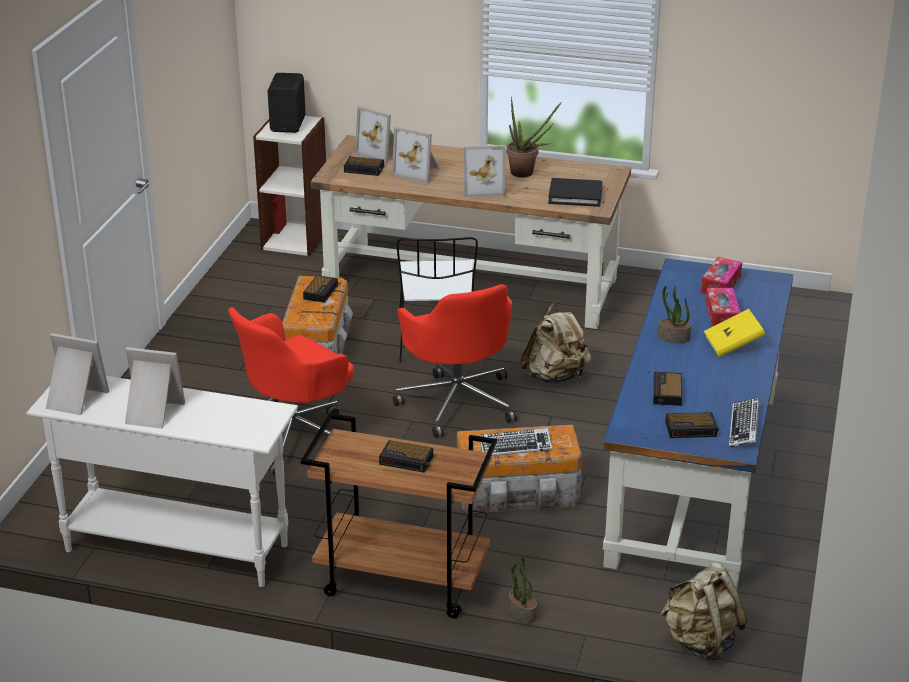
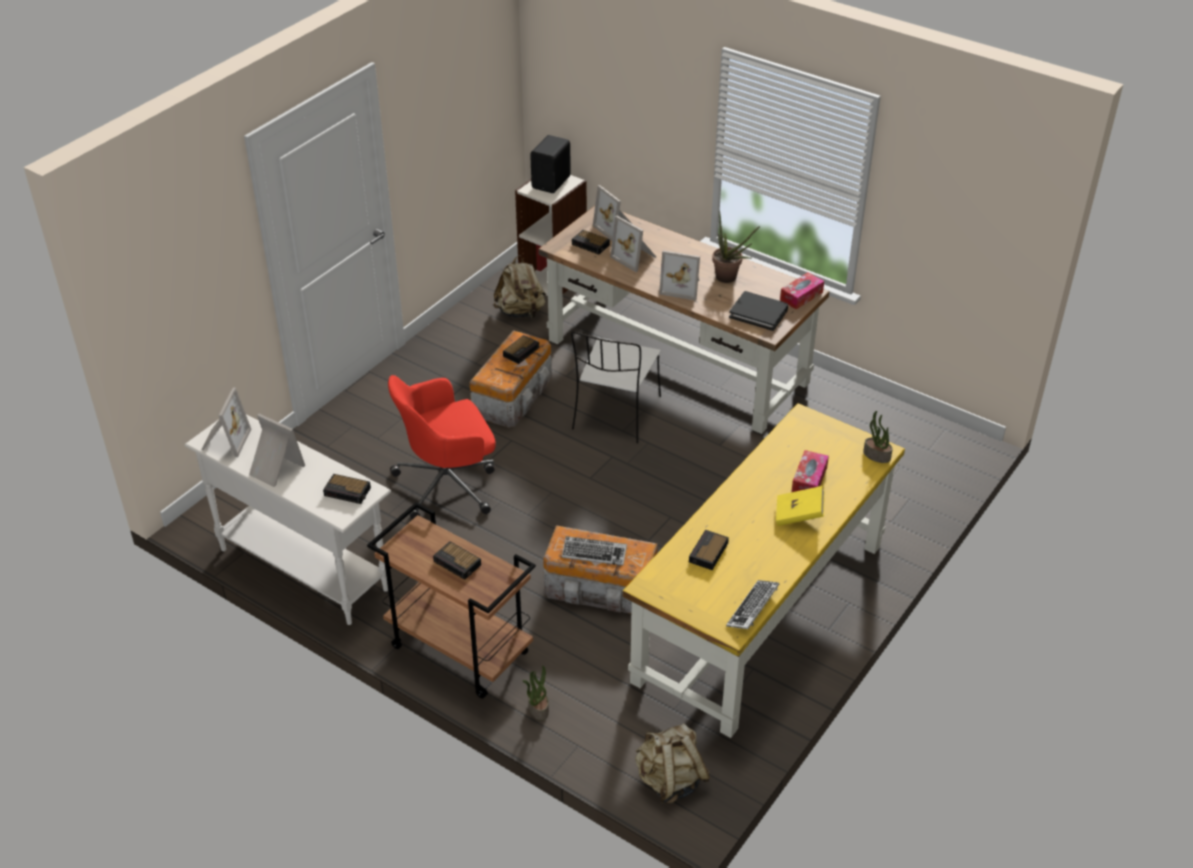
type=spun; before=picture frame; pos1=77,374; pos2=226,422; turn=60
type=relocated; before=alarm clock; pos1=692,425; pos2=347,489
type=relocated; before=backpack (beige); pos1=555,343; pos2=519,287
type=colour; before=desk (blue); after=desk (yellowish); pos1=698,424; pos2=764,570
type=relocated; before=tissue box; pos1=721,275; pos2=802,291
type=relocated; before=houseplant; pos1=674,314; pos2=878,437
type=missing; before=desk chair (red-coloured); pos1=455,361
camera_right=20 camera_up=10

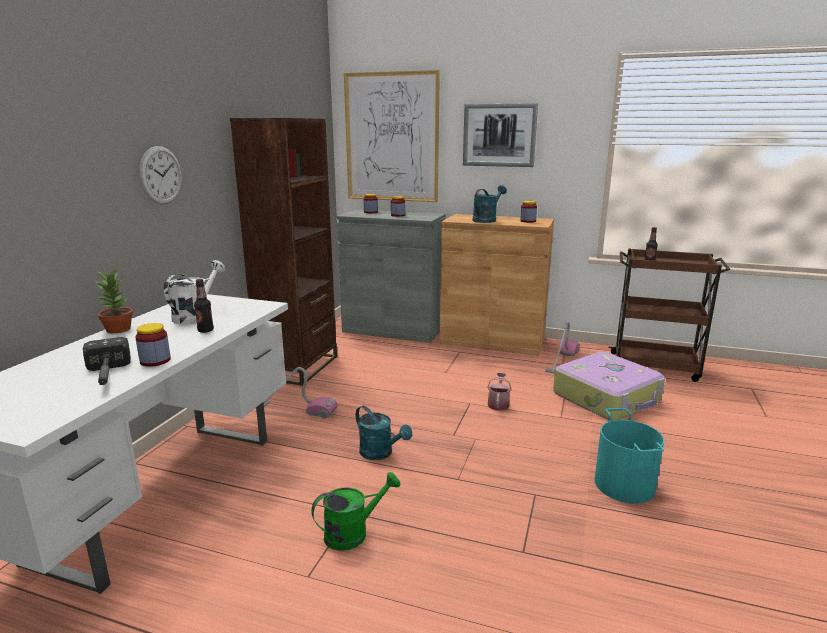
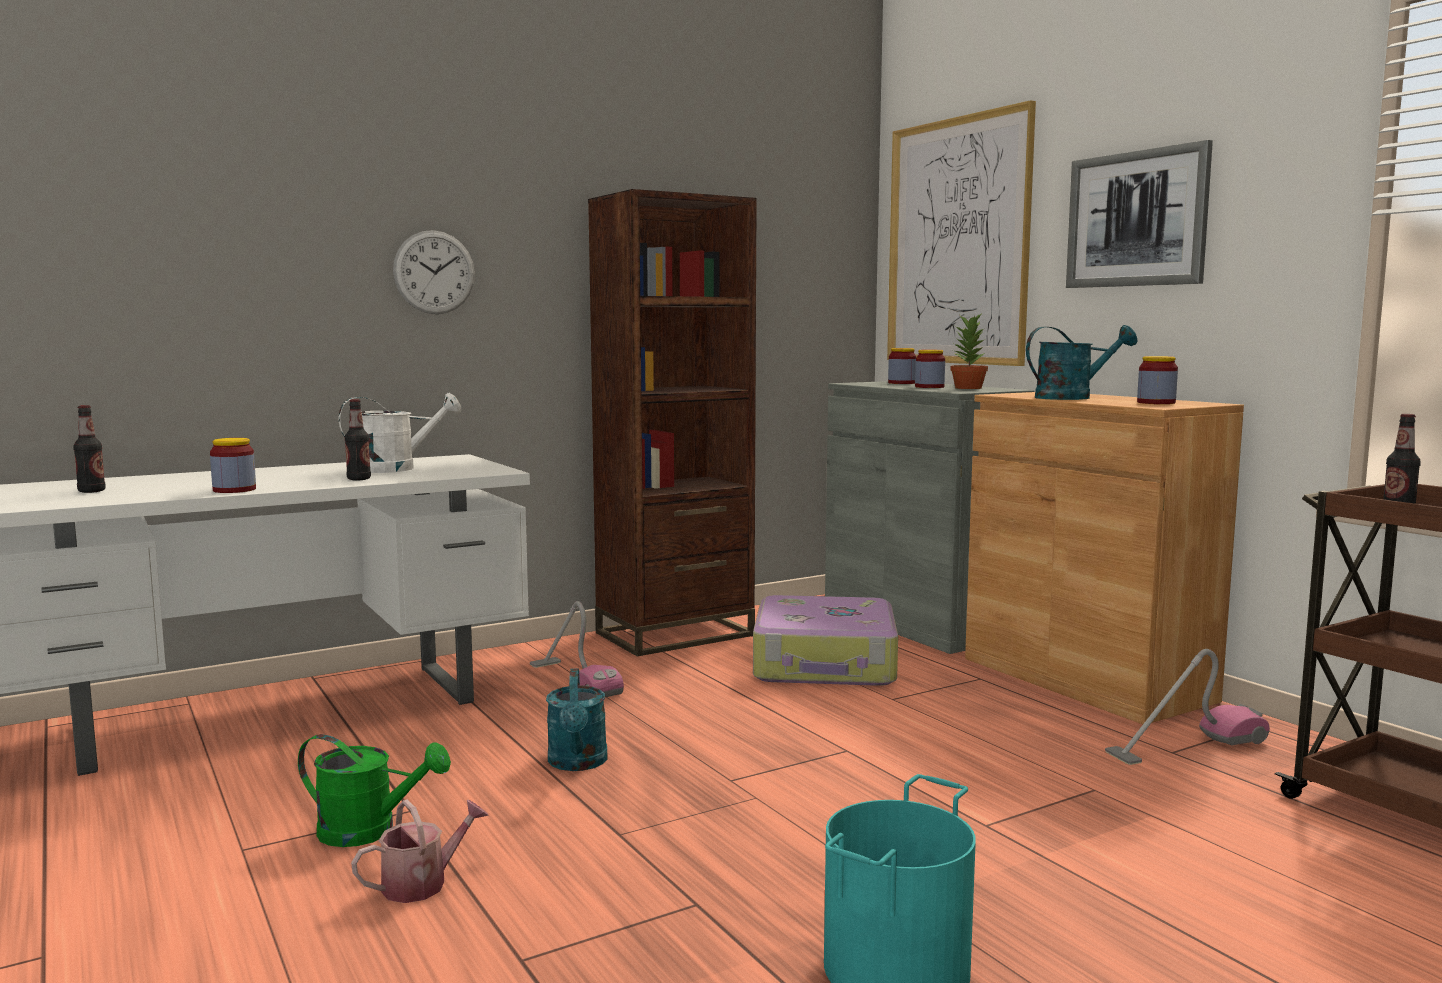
type=appeared; after=beverage bottle; pos2=89,449
type=relocated; before=watering can; pos1=499,392; pos2=420,851
type=relocated; before=piece of luggage; pos1=609,386; pos2=825,640
type=relocated; before=houseplant; pos1=113,299; pos2=969,350
type=missing; before=hammer; pos1=107,361
camera_right=40 camera_up=-10

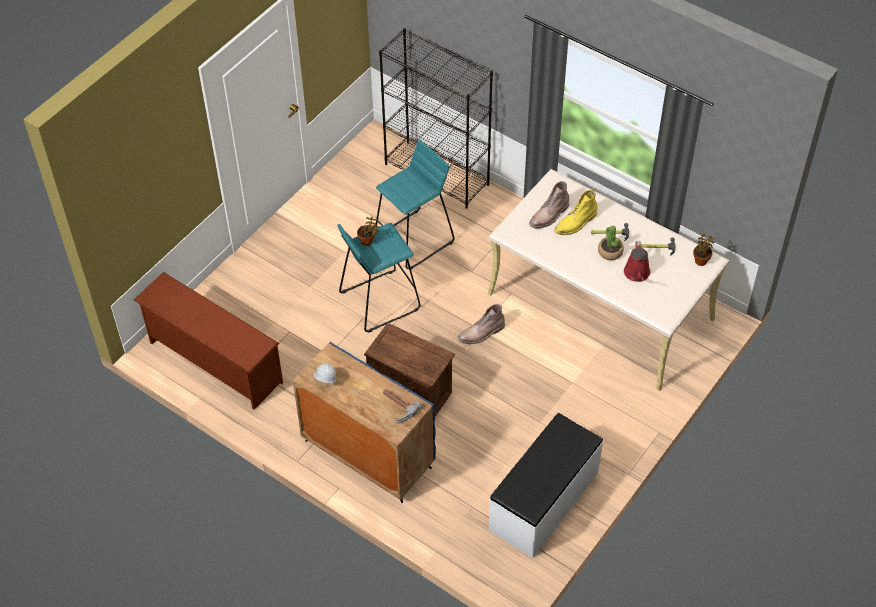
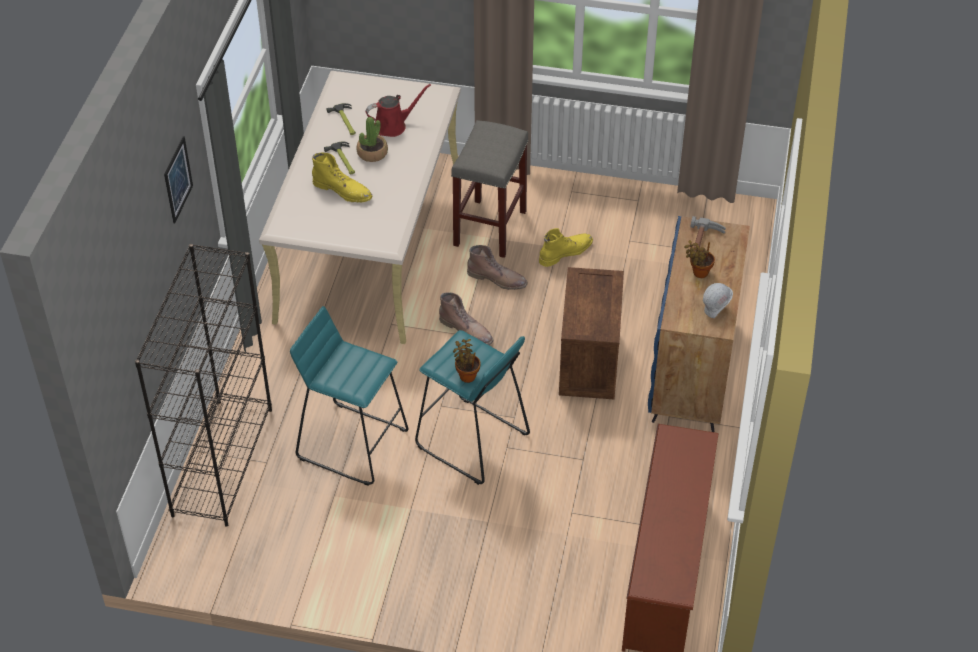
type=appeared; after=wall art; pos2=178,179
type=appeared; after=stool seat (greyish); pos2=490,189
type=relocated; before=high-top boot (brownish); pos1=549,204; pos2=497,267
type=appeared; after=high-top boot (yellowish); pos2=566,247
type=relocated; before=houseplant; pos1=704,249; pos2=699,259
type=missing; before=long seat (white-coloured); pos1=546,485
camera_right=-115 camera_up=-5

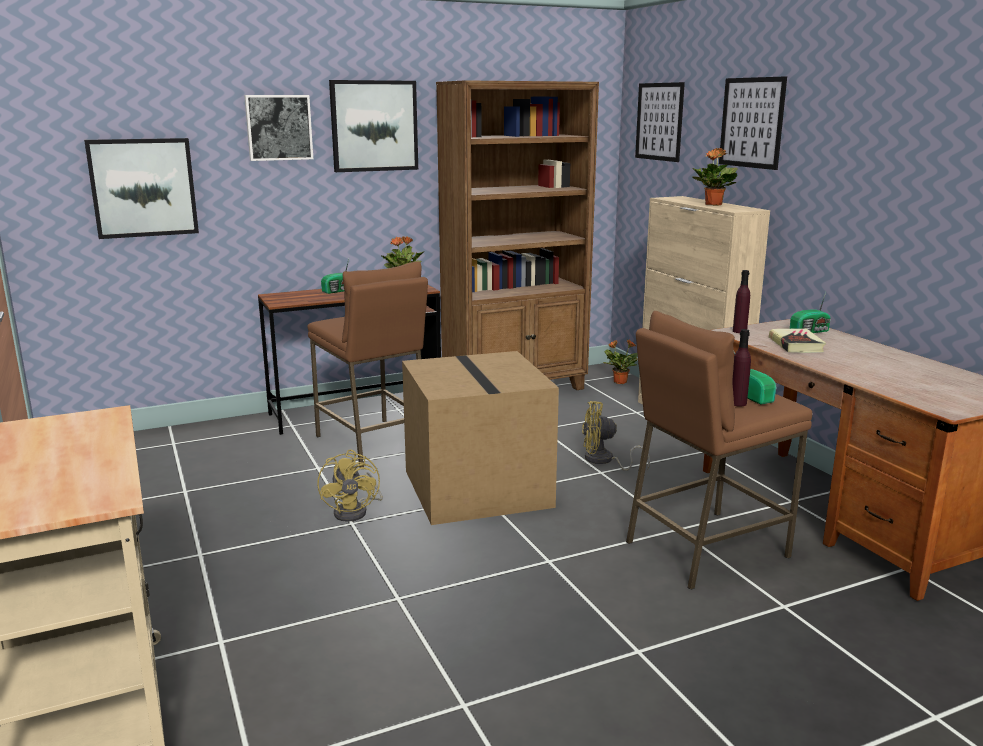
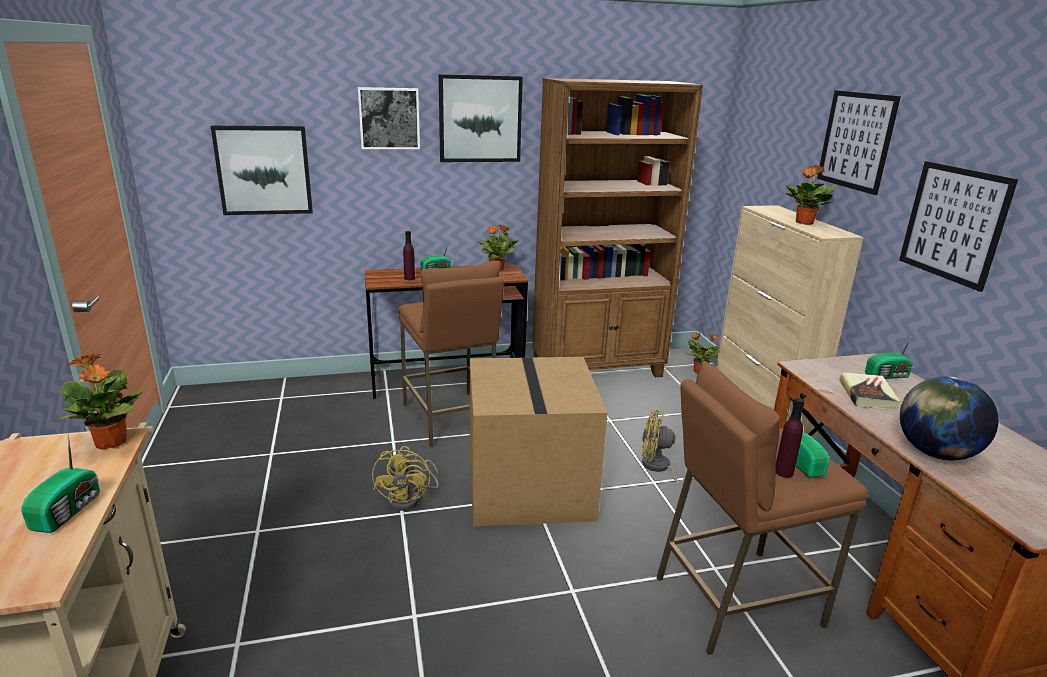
type=appeared; after=radio; pos2=60,483
type=appeared; after=houseplant; pos2=103,401
type=relocated; before=beverage bottle (purple); pos1=741,301; pos2=409,255
type=relocated; before=wall art; pos1=660,122; pos2=958,226
type=appeared; after=desk globe; pos2=949,418
camera_right=10 camera_up=5

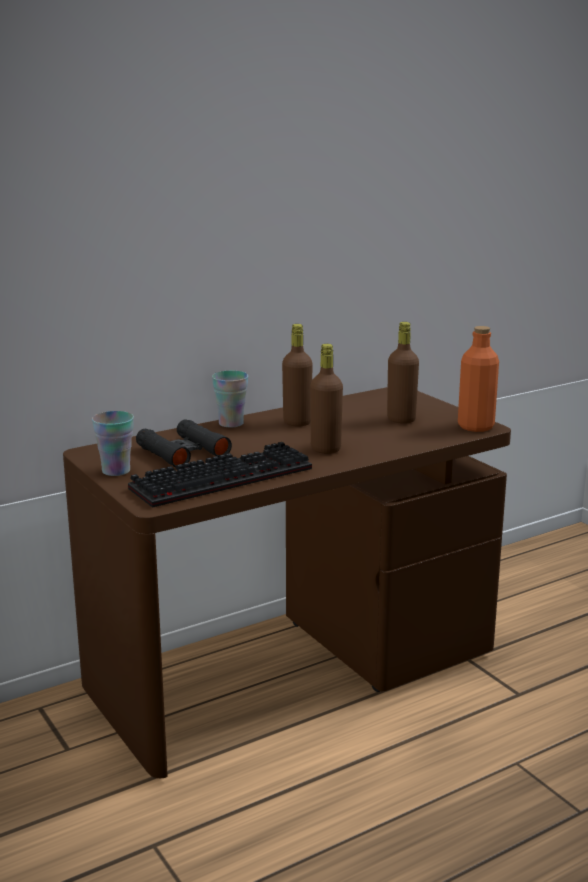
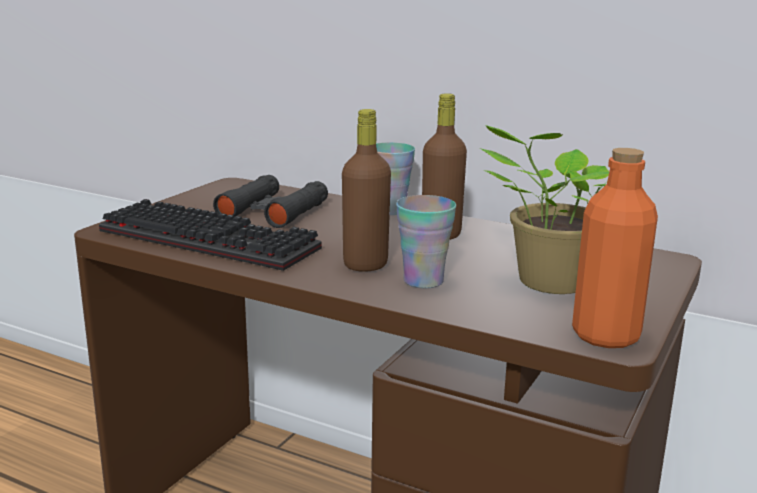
type=relocated; before=drinking cup; pos1=113,443; pos2=426,242
type=exchanged; before=beverage bottle (brownish); after=houseplant; pos1=403,373; pos2=544,209
camera_right=60 camera_up=0

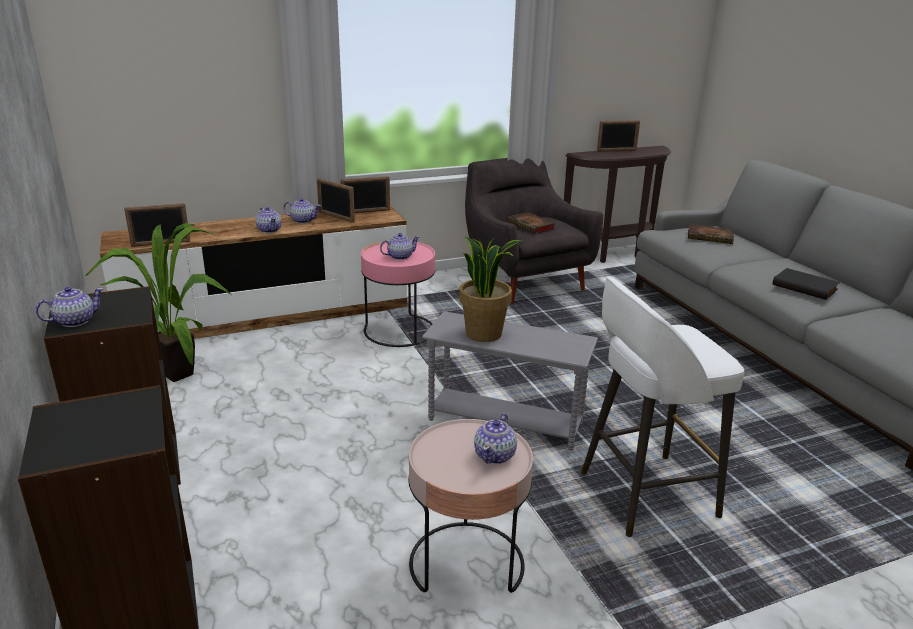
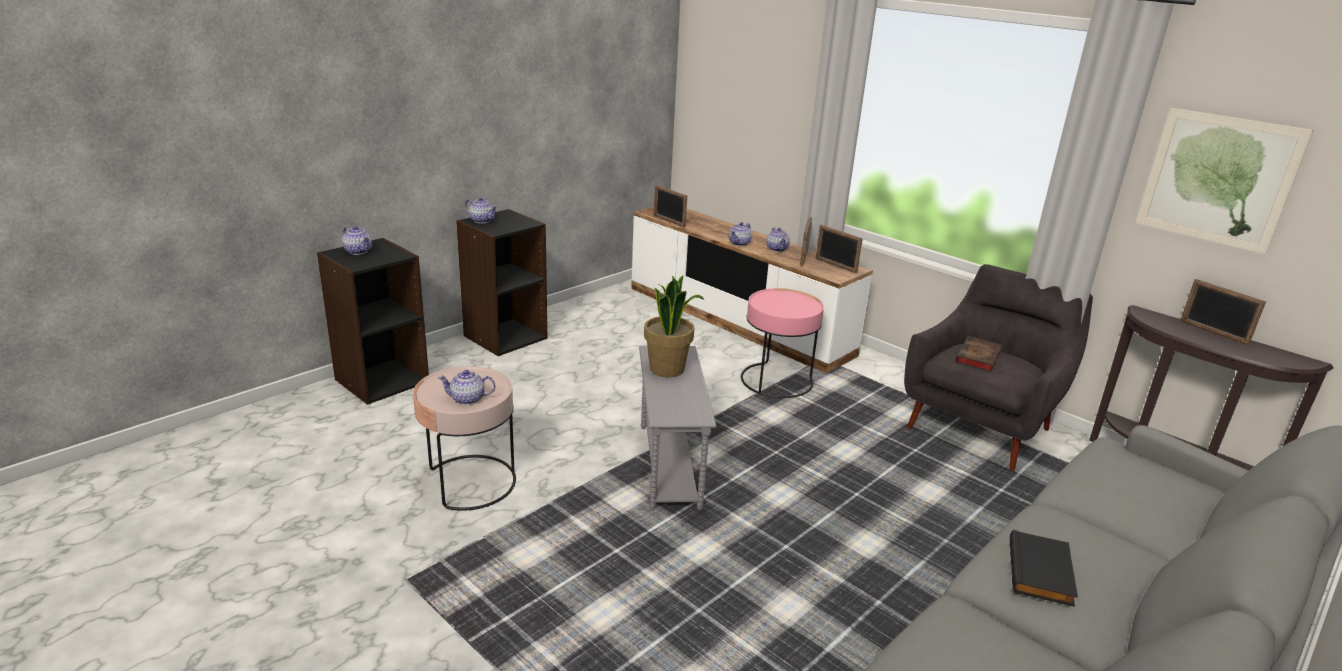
type=relocated; before=pot for tea; pos1=400,246; pos2=357,240
type=appeared; after=wall art; pos2=1224,181
type=missing; before=houseplant; pos1=158,302
type=missing; before=stool seat (white-coloured); pos1=662,406
type=missing; before=bound book; pos1=711,234
camera_right=65 camera_up=0

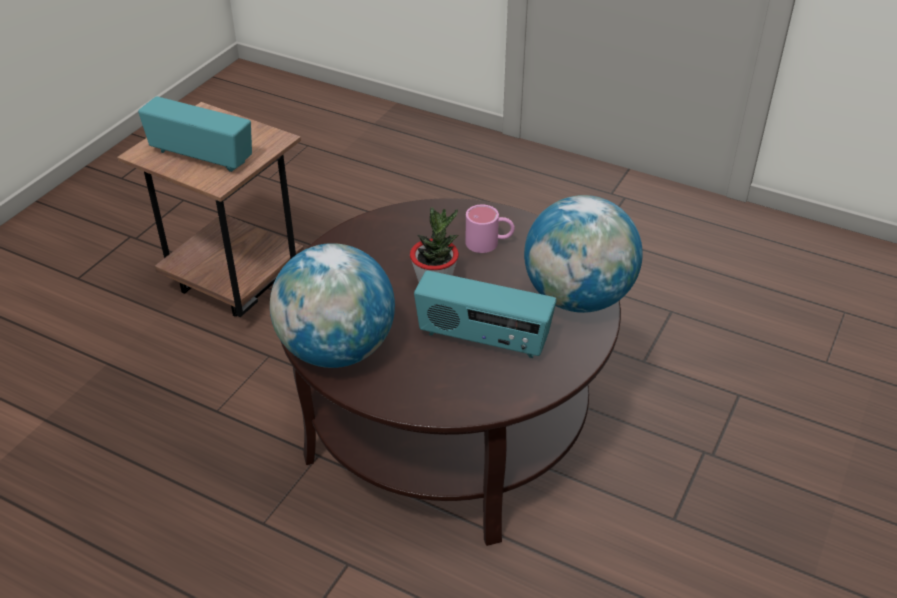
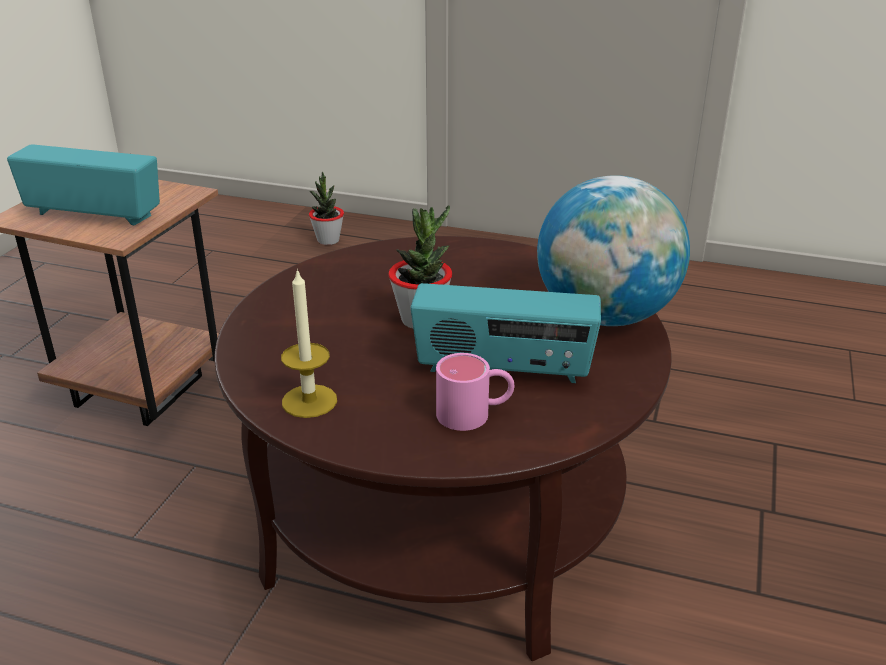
type=exchanged; before=desk globe; after=wax light; pos1=332,305; pos2=309,343
type=appeared; after=houseplant; pos2=326,208
type=relocated; before=mug (pink-coloured); pos1=490,228; pos2=475,392
camera_right=-10 camera_up=-10

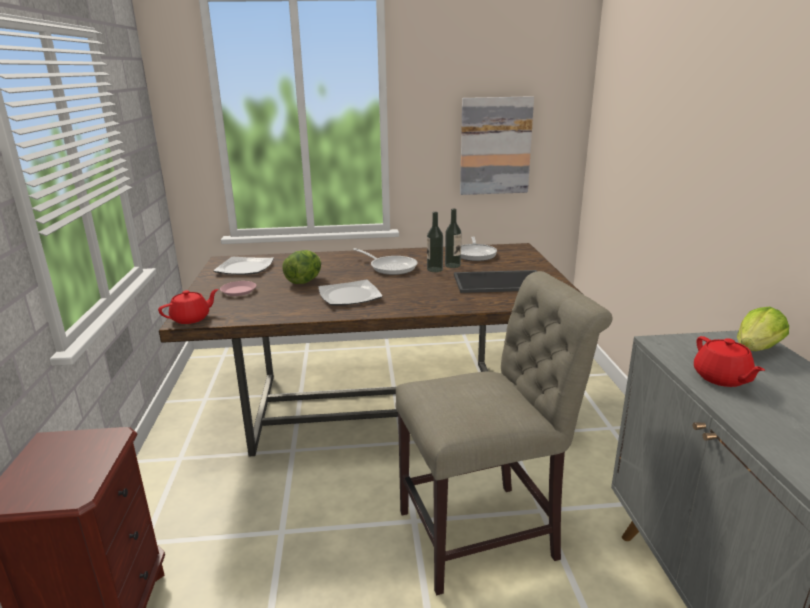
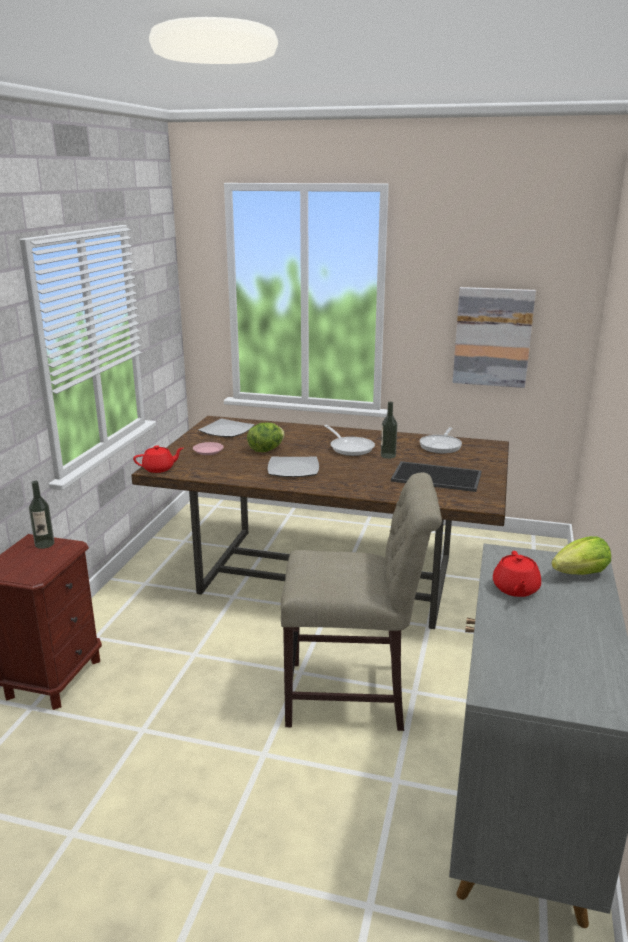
type=relocated; before=beverage bottle; pos1=453,238; pos2=41,515
camera_right=20 camera_up=0

